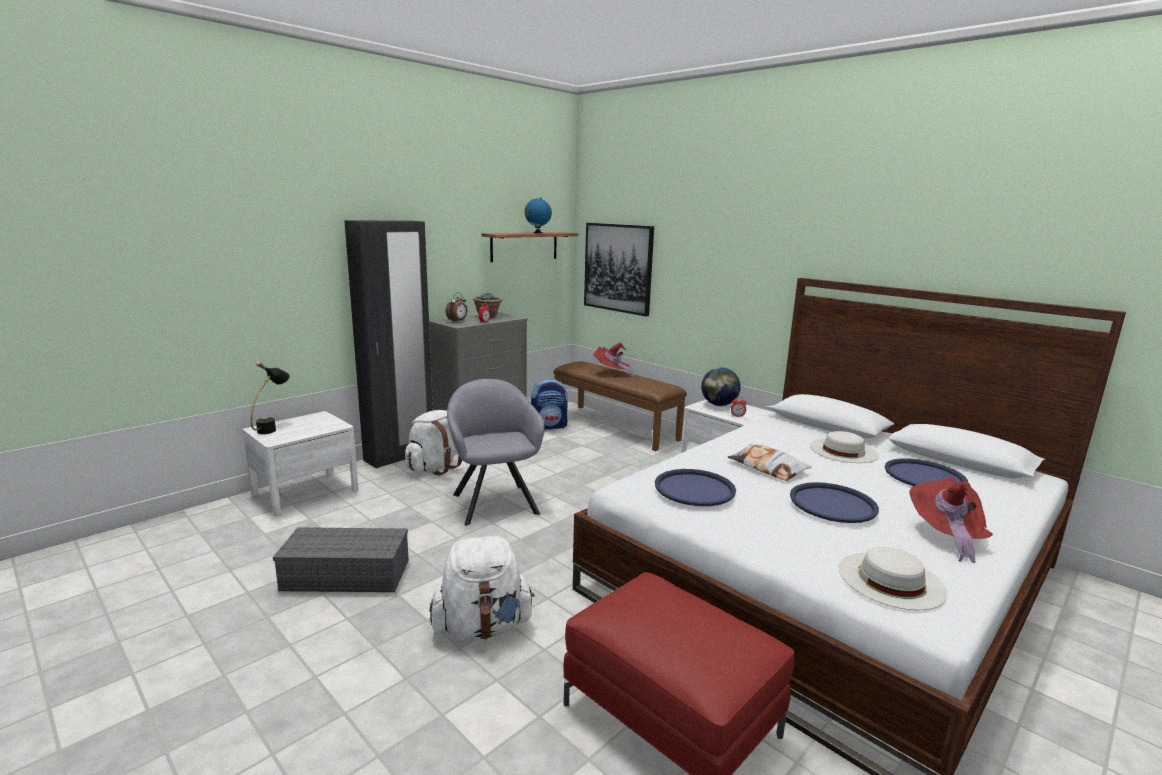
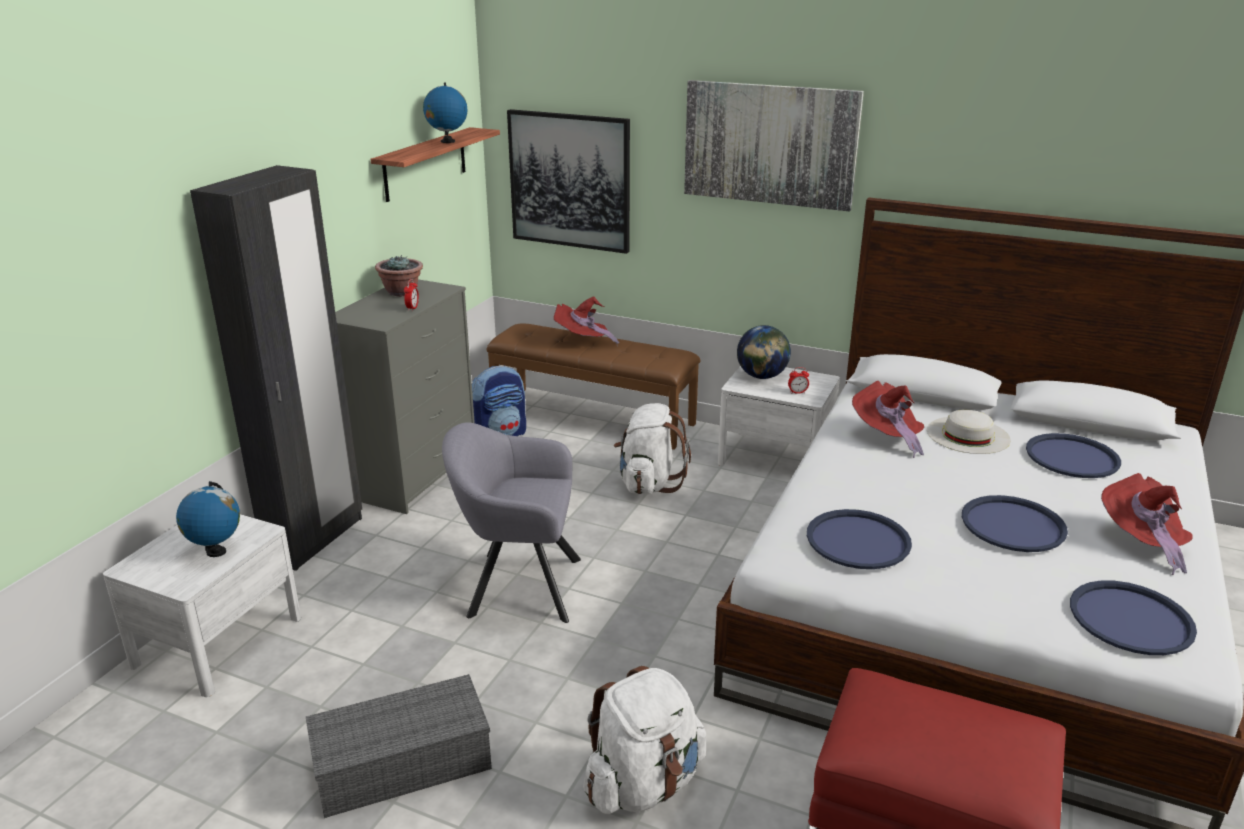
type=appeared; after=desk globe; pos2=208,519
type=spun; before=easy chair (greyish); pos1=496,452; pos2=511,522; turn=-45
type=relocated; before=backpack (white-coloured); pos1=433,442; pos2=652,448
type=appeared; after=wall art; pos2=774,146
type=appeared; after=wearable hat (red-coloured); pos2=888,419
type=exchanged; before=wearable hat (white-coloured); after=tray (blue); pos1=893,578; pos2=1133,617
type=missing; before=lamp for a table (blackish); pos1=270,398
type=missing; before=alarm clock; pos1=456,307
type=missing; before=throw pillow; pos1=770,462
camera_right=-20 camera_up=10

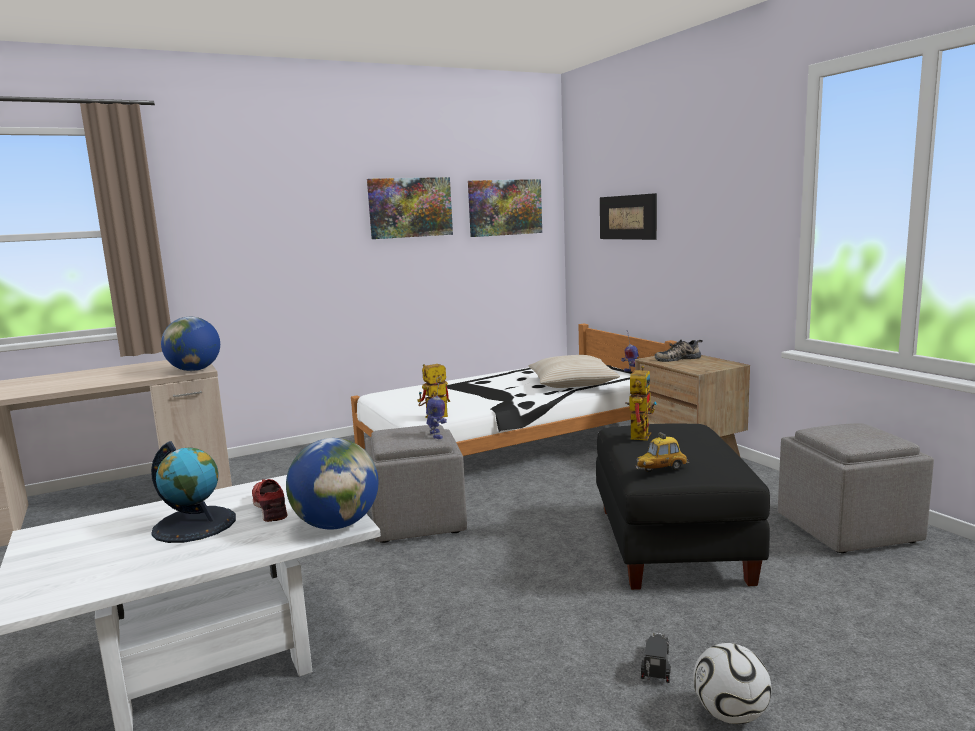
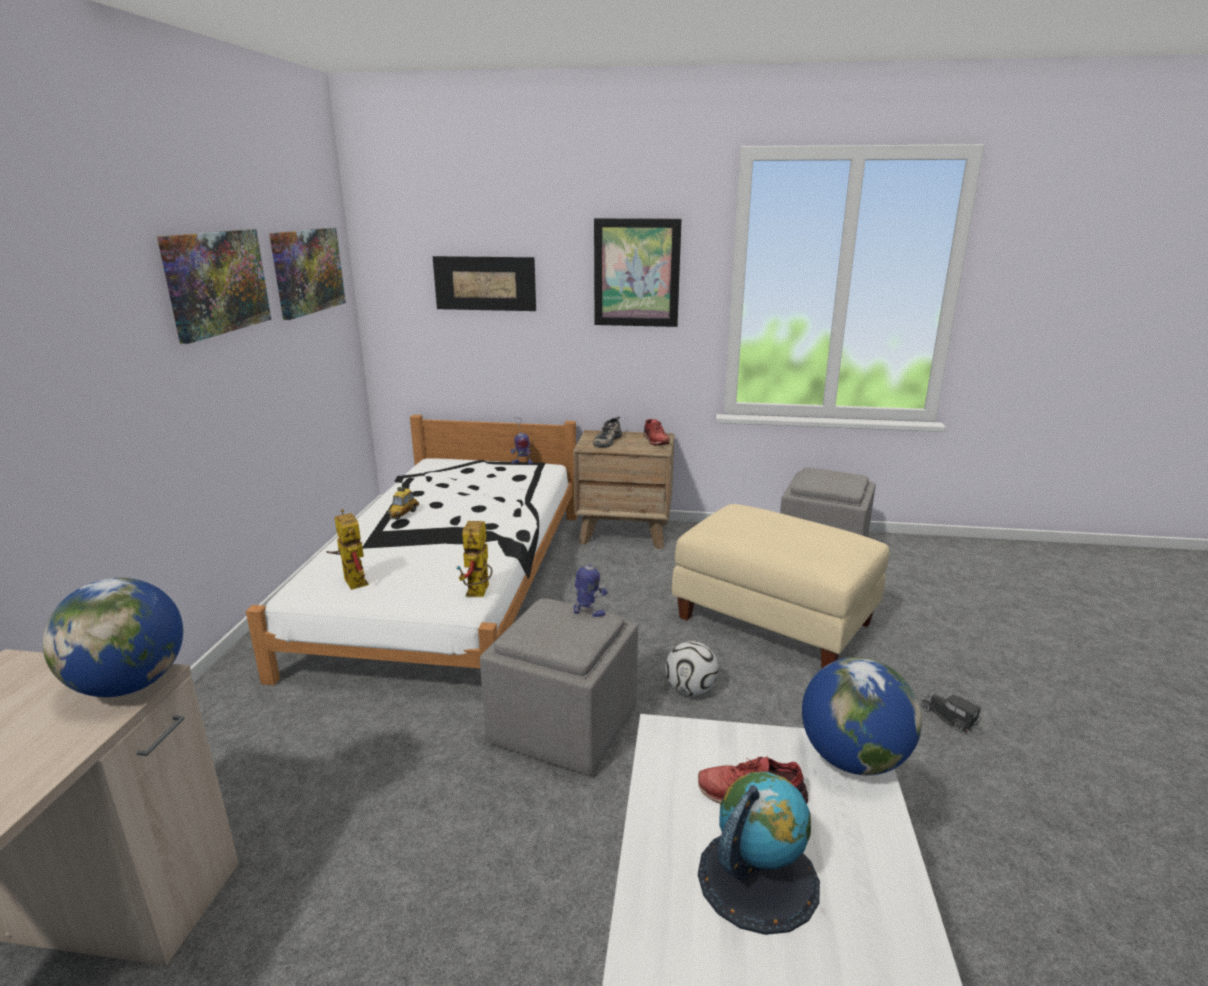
type=relocated; before=robot figure; pos1=641,403; pos2=347,549
type=relocated; before=toy car; pos1=662,452; pos2=403,503
type=appeared; after=wall art; pos2=638,272
type=appeared; after=item of footwear (red-coloured); pos2=656,432
type=relocated; before=football; pos1=732,683; pos2=692,668
type=colour; before=ottoman (blackish); after=ottoman (beige); pos1=683,507; pos2=780,586
type=missing; before=throw pillow (beige); pos1=574,371
camera_right=-55 camera_up=10

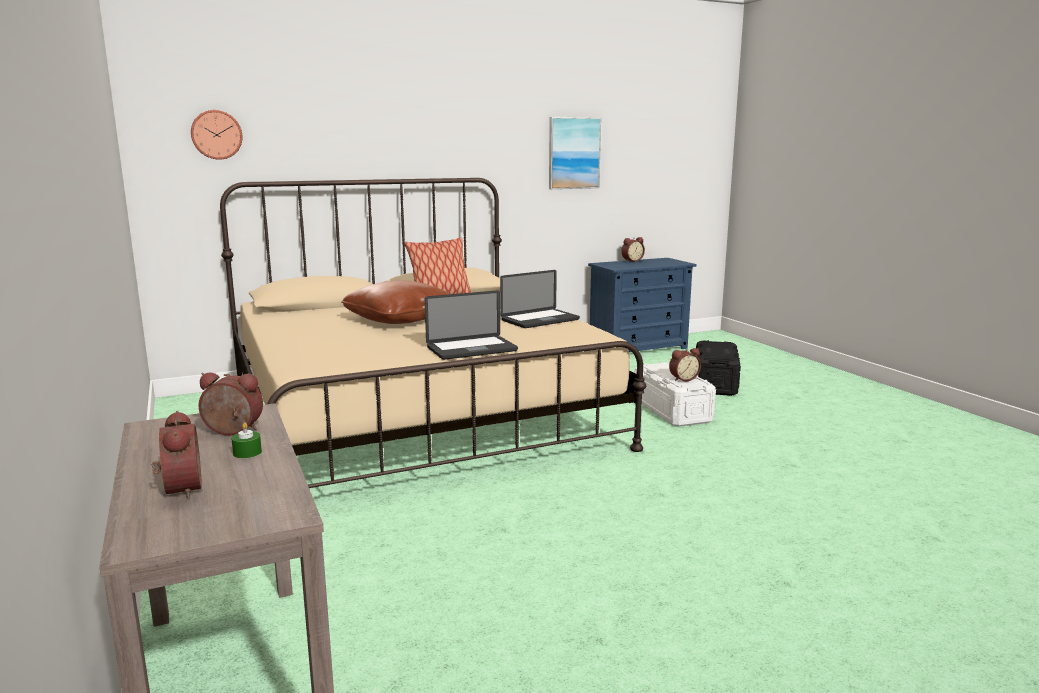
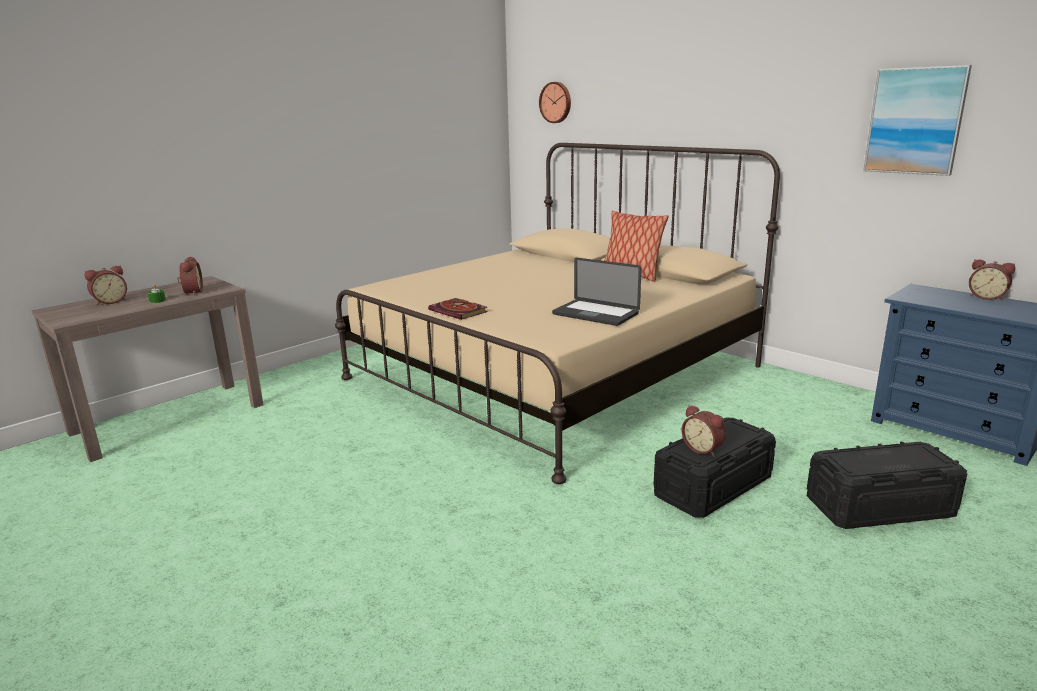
type=exchanged; before=portable computer; after=bound book; pos1=471,325; pos2=458,309
type=colour; before=storage bin (white-coloured); after=storage bin (blackish); pos1=675,394; pos2=715,468
type=missing; before=throw pillow (brownish); pos1=395,302
camera_right=70 camera_up=5

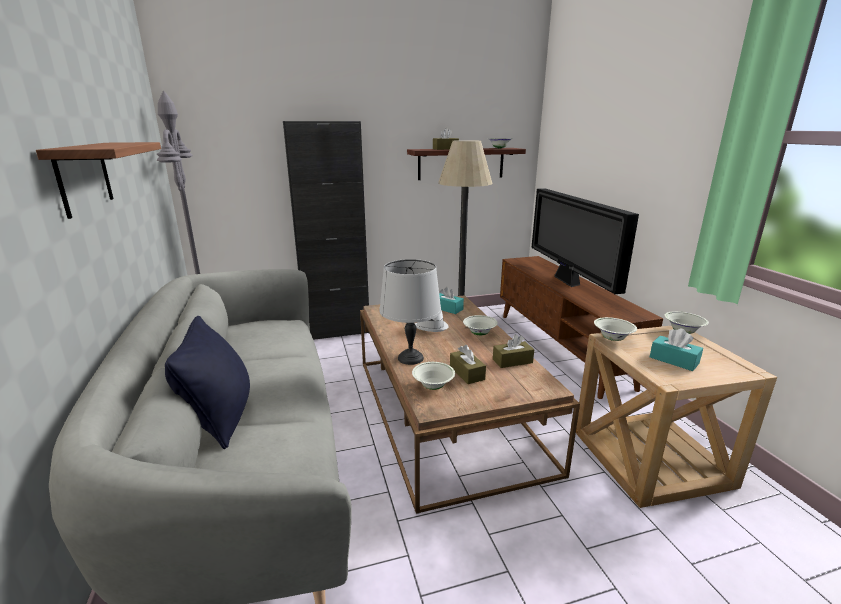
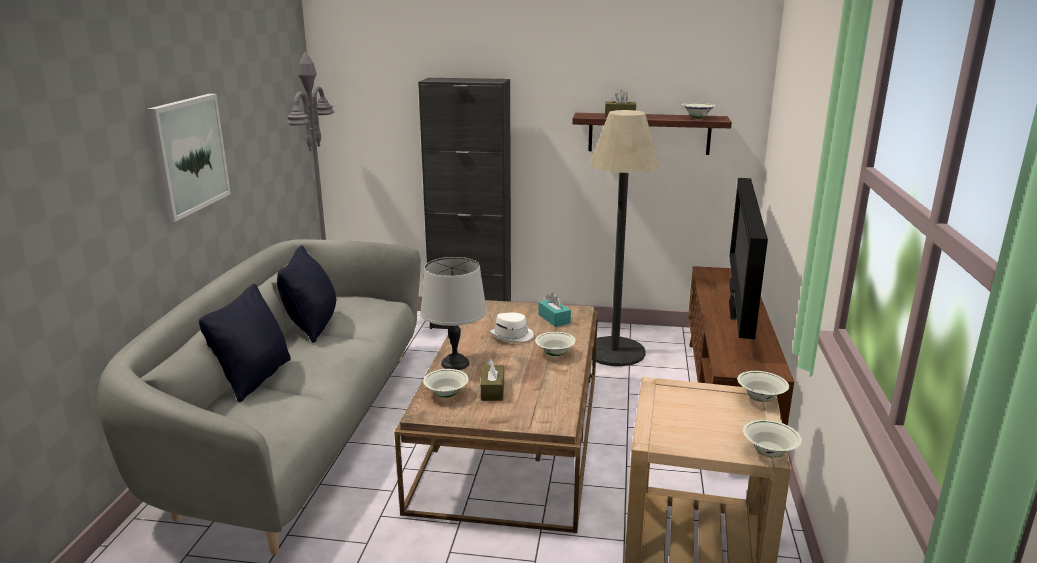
type=exchanged; before=bracket shelf; after=wall art; pos1=98,180; pos2=189,158
type=appeared; after=throw pillow (blackish); pos2=306,294
type=relocated; before=bowl (white-coloured); pos1=615,329; pos2=772,439
type=missing; before=tissue box (brownish); pos1=513,351
type=missing; before=tissue box (turquoise); pos1=676,349
camera_right=25 camera_up=0

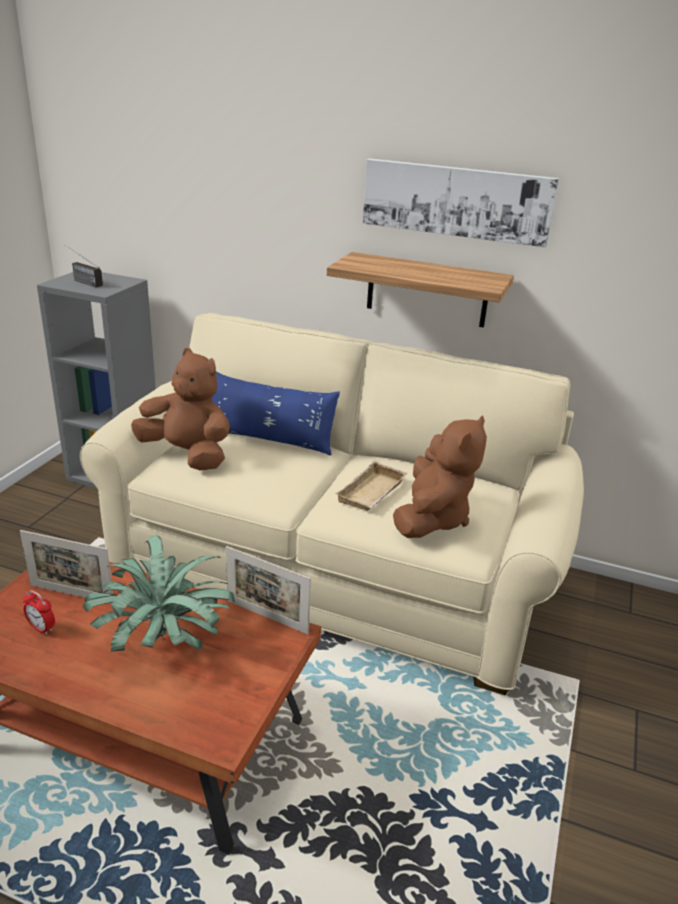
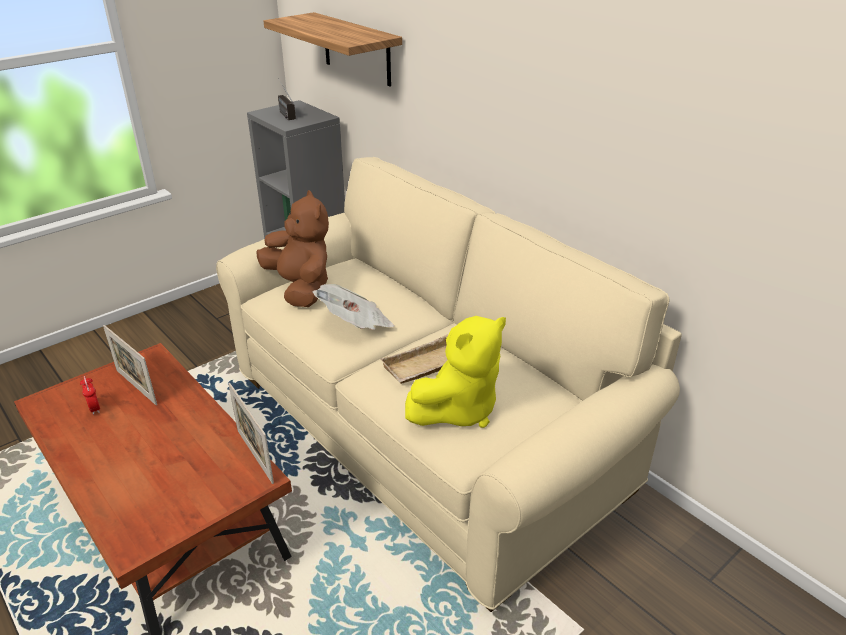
type=relocated; before=bracket shelf; pos1=420,290; pos2=332,49
type=appeared; after=newspaper; pos2=354,307
type=colour; before=plush toy (brownish); after=plush toy (yellowish); pos1=440,476; pos2=455,372
type=missing; before=houseplant; pos1=158,593
type=missing; before=throw pillow (blue); pos1=276,413
type=missing; before=wall art; pos1=461,203
camera_right=30 camera_up=5

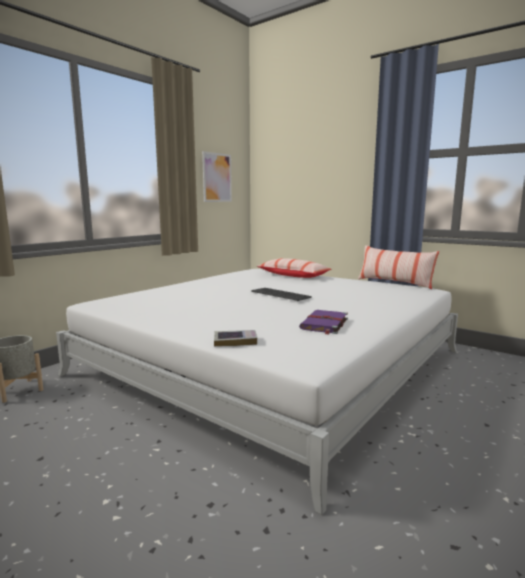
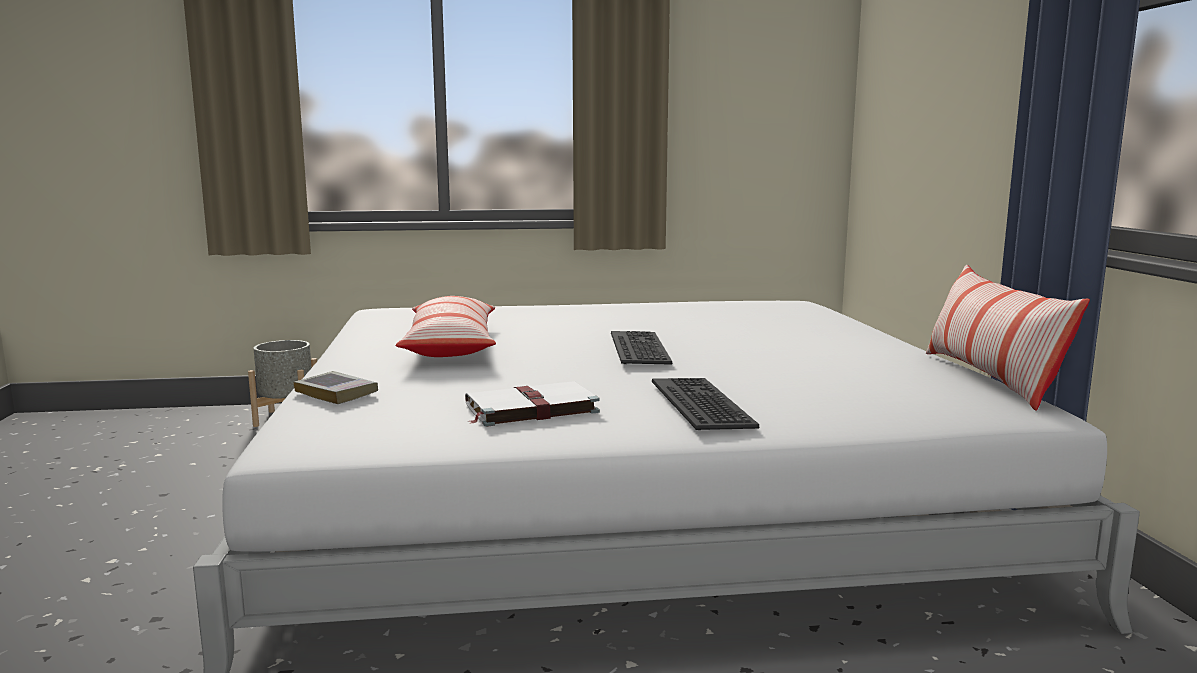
type=relocated; before=throw pillow; pos1=294,268; pos2=446,326
type=colour; before=bound book (purple); after=bound book (white-coloured); pos1=323,322; pos2=532,404
type=appeared; after=keyboard; pos2=705,404
type=missing; before=wall art; pos1=217,176
camera_right=45 camera_up=0

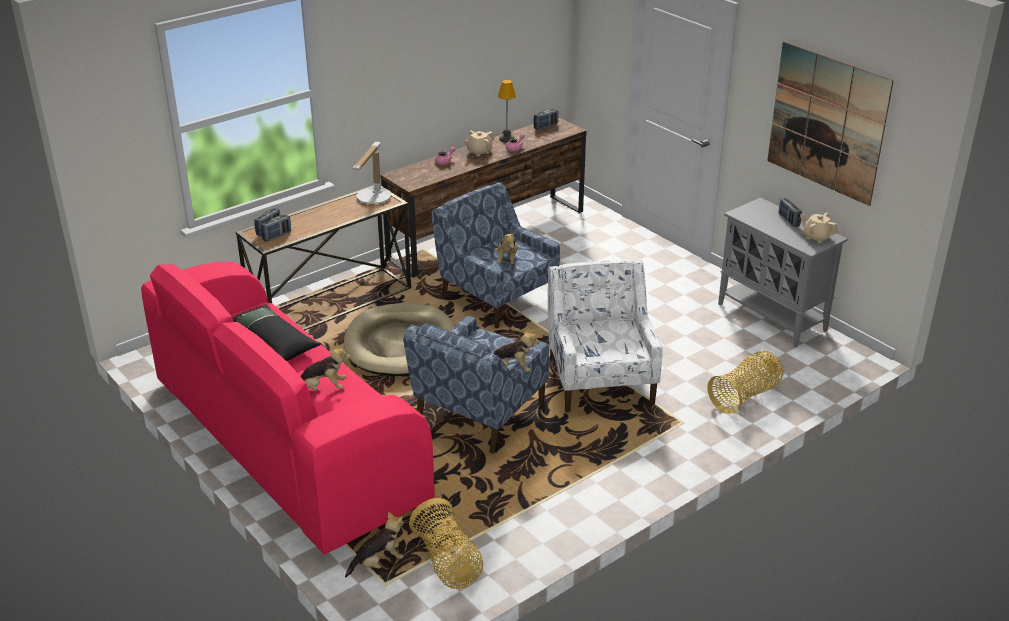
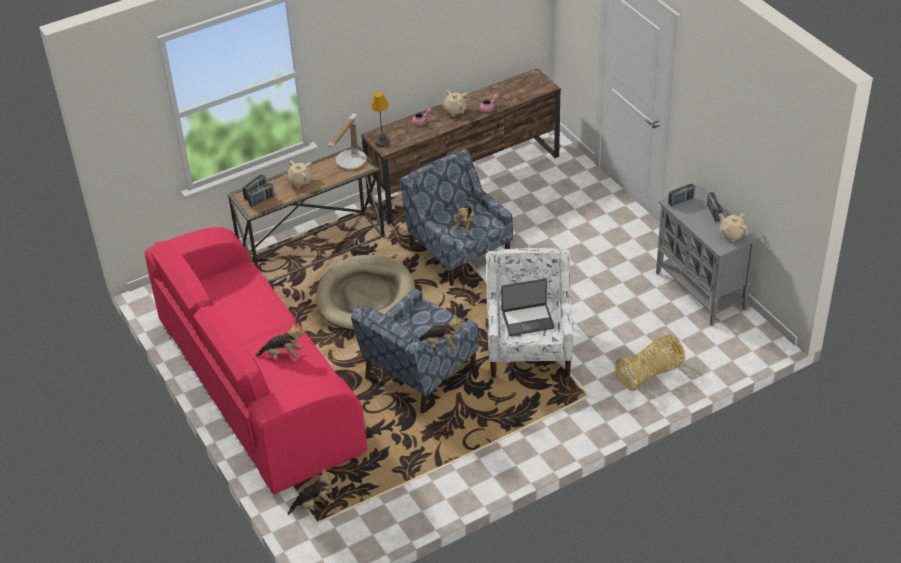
type=appeared; after=pot for tea (beige); pos2=299,174
type=relocated; before=lamp for a table; pos1=507,111; pos2=380,119
type=appeared; after=portable computer; pos2=528,307
type=relocated; before=radio; pos1=546,119; pos2=681,195
type=missing; before=throw pillow (blackish); pos1=276,332
type=missing; before=basket; pos1=446,543
type=missing; before=wall art; pos1=830,124
camera_right=10 camera_up=10

